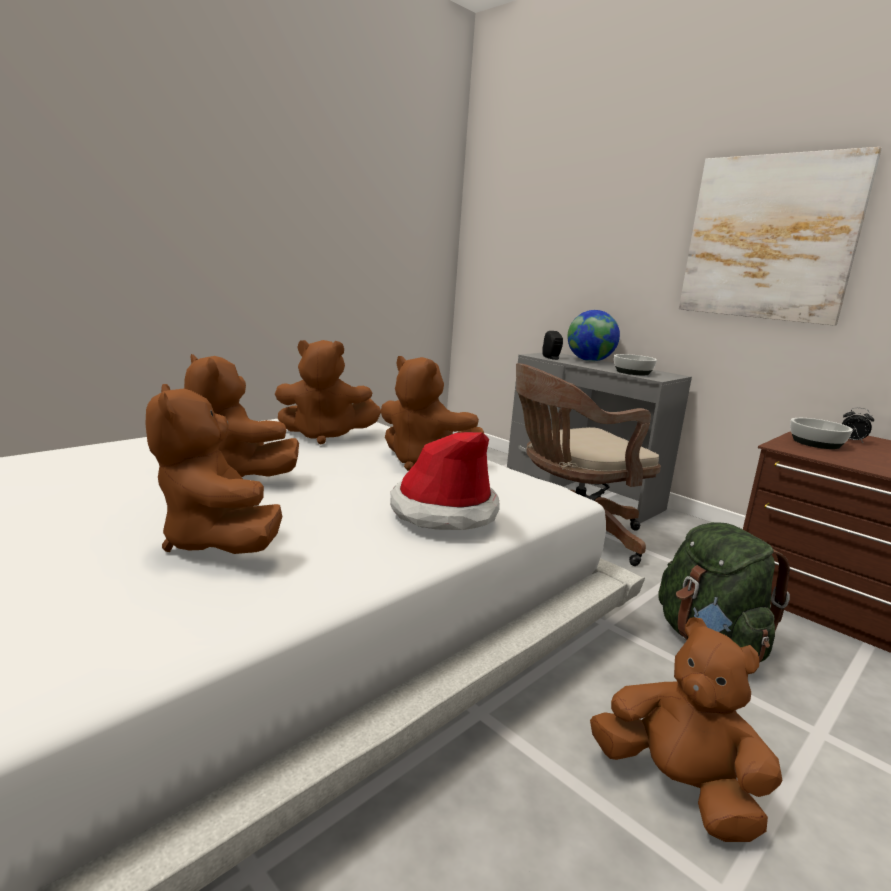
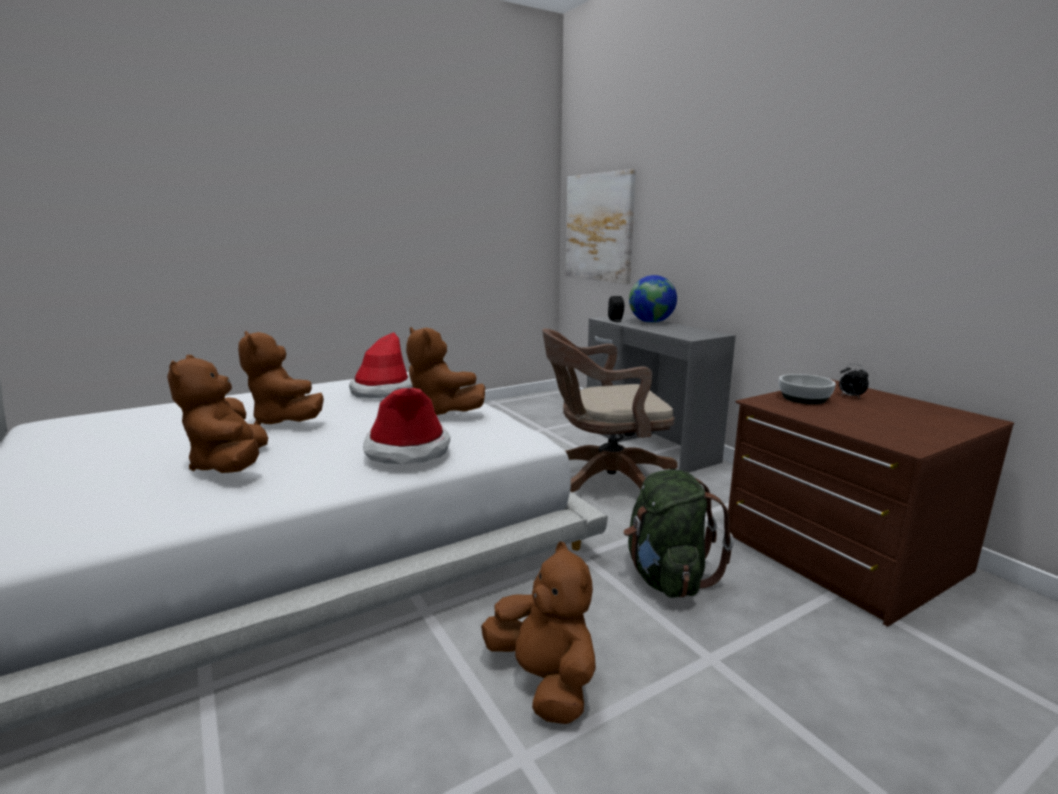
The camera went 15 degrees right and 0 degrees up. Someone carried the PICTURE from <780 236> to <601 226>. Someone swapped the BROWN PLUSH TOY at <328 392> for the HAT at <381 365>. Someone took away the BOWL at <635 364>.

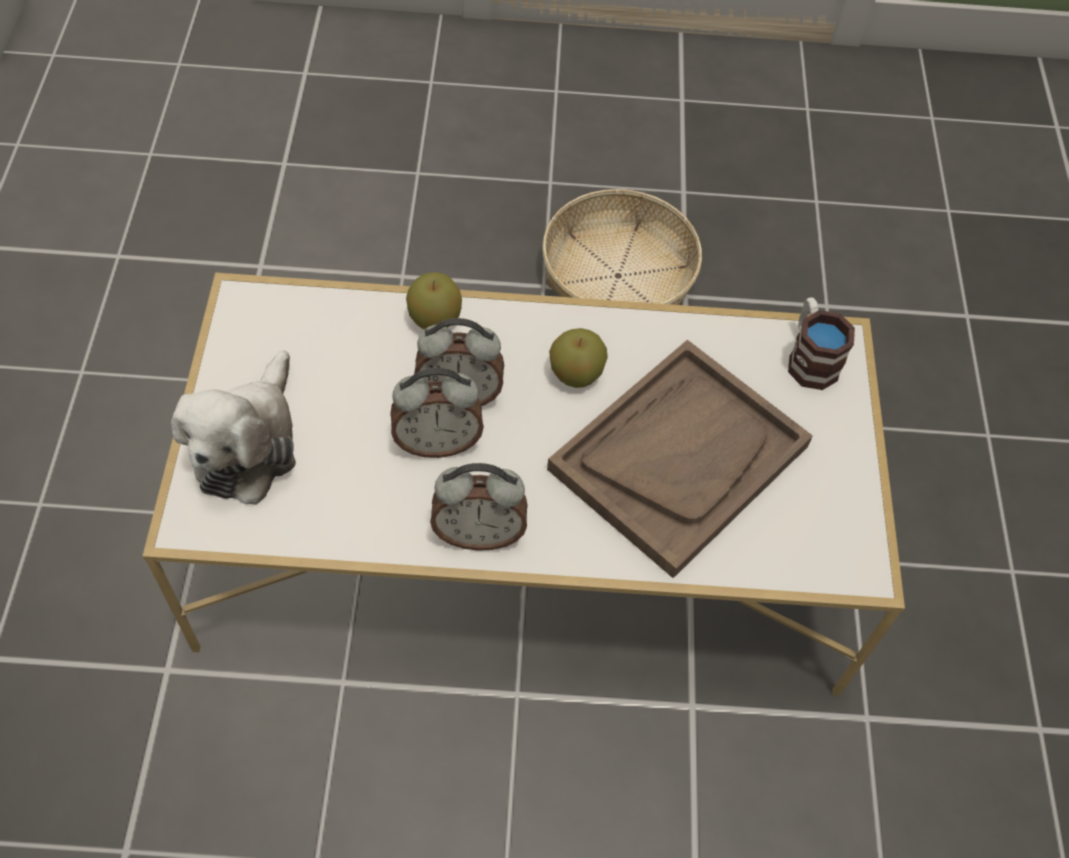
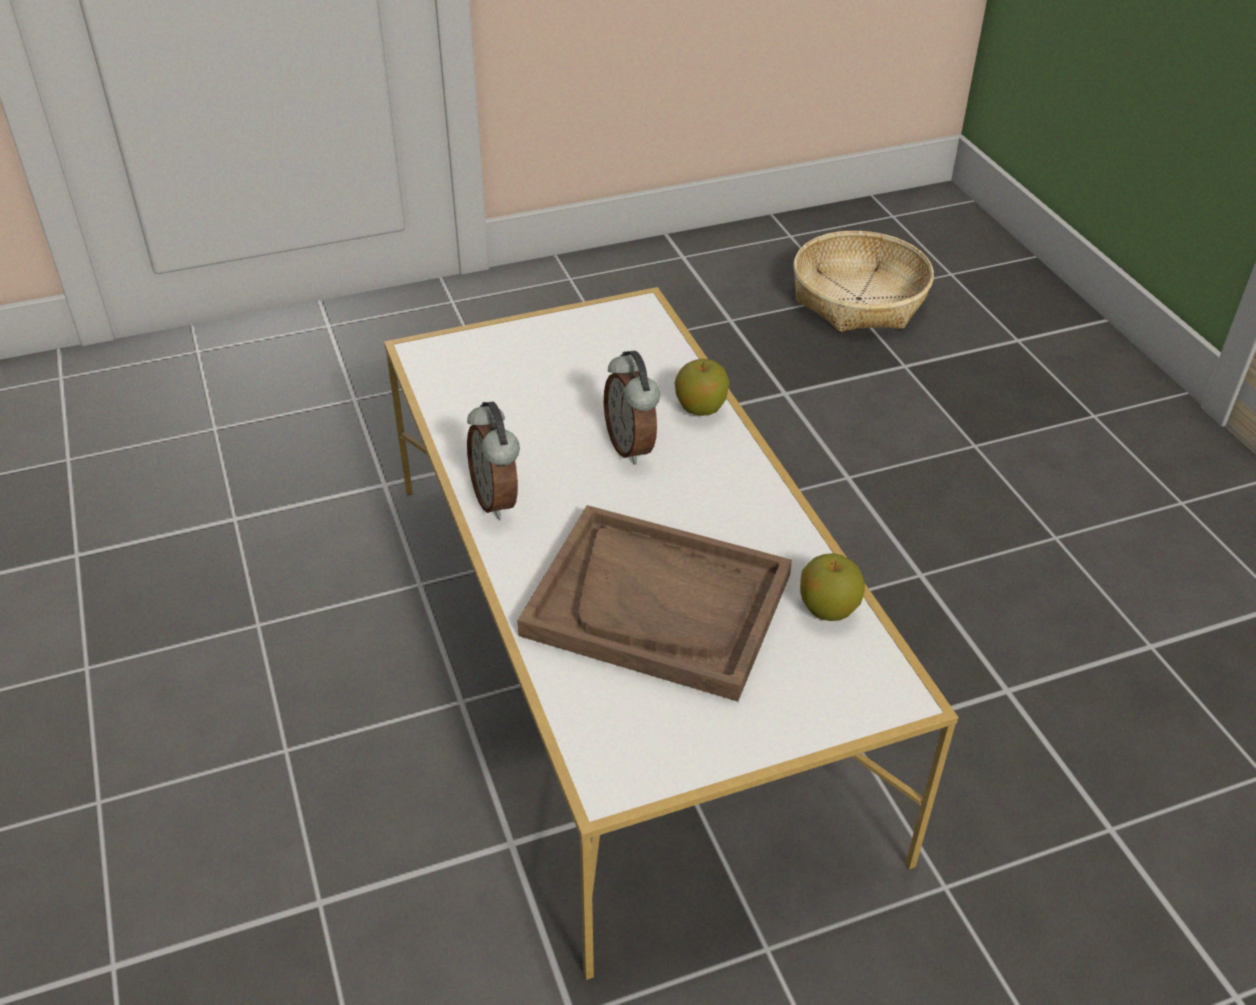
The camera went 70 degrees right and 15 degrees down. Someone carried the BASKET from <622 247> to <863 281>. Someone took away the MUG at <821 343>. Someone carried the APPLE from <578 358> to <832 587>. Someone took away the PLUSH TOY at <233 427>. Someone took away the ALARM CLOCK at <437 413>.

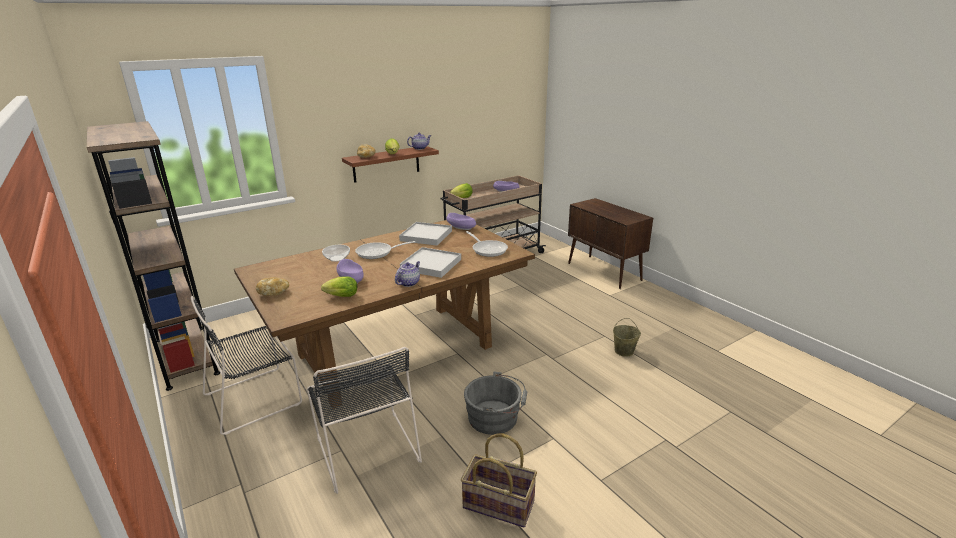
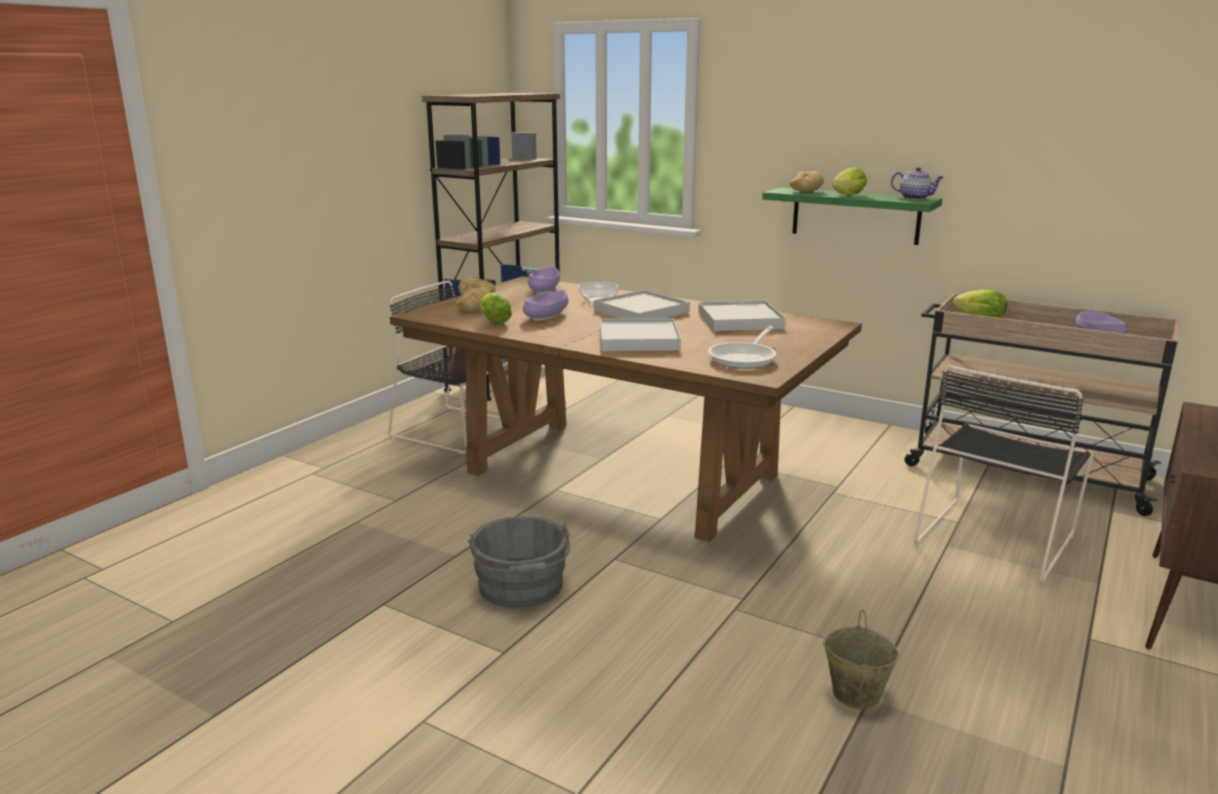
The camera went 65 degrees right and 5 degrees down. Someone repainted the BROWN SHELF at <390 164>, which became the GREEN SHELF at <852 216>. Someone carried the PURPLE BOWL from <461 221> to <544 280>. Someone swapped the FRYING PAN at <385 250> for the WHITE TRAY at <642 304>. Someone took away the TEAPOT at <407 274>. Someone carried the BLACK CHAIR from <364 420> to <1003 474>. Someone took away the BASKET at <499 480>. Someone put down the BREAD at <473 299>.

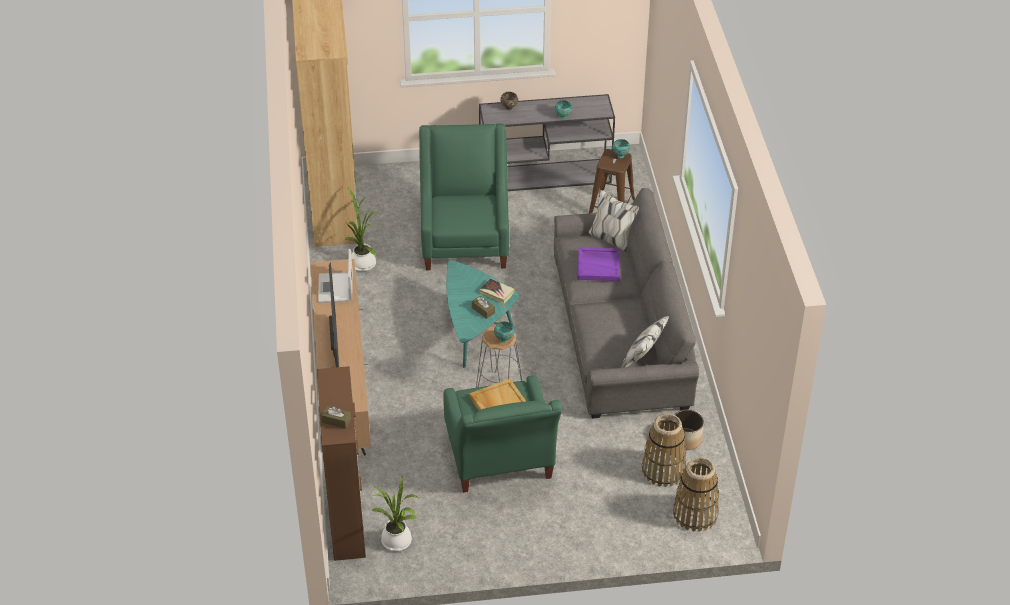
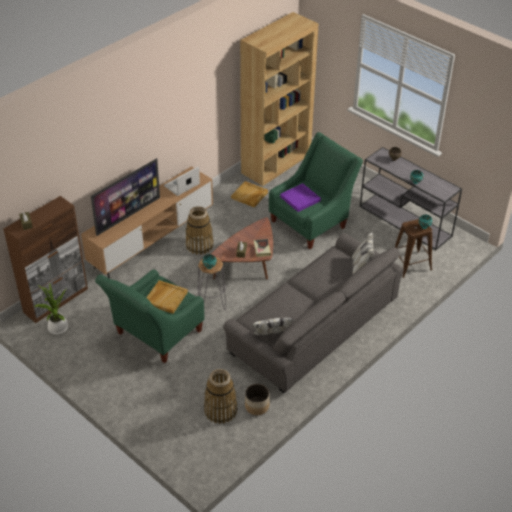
The camera went 50 degrees right and 0 degrees up. Someone swapped the POTTED PLANT at <362 229> for the BEIGE TRAY at <249 194>. Someone carried the PURPLE TRAY from <599 264> to <300 197>. Someone repainted the TURQUOISE COFFEE TABLE at <482 314>, which became the BROWN COFFEE TABLE at <242 248>. Someone carried the BASKET from <696 494> to <200 230>.

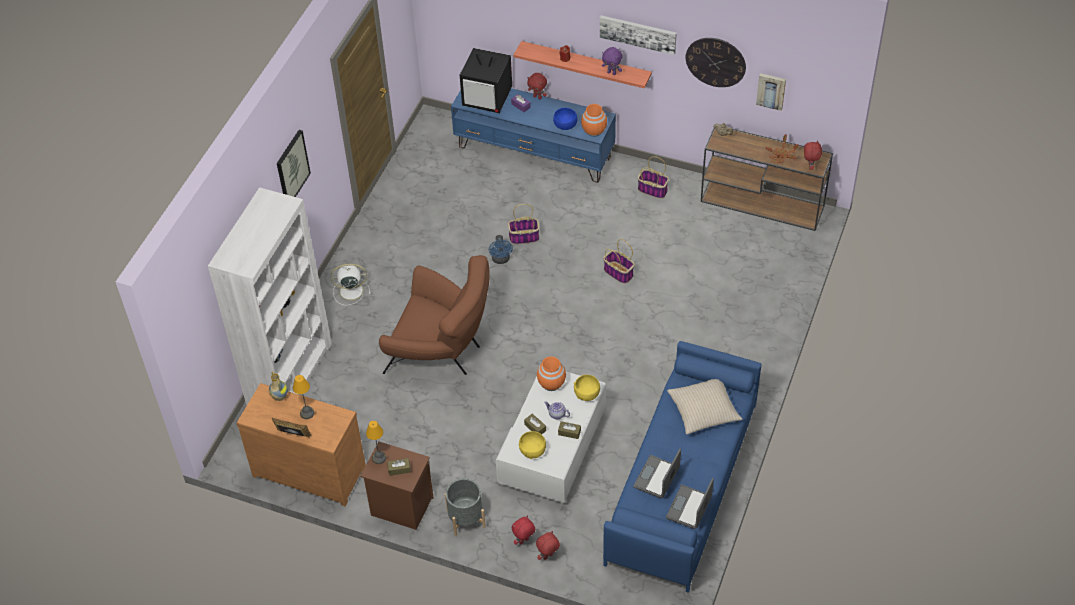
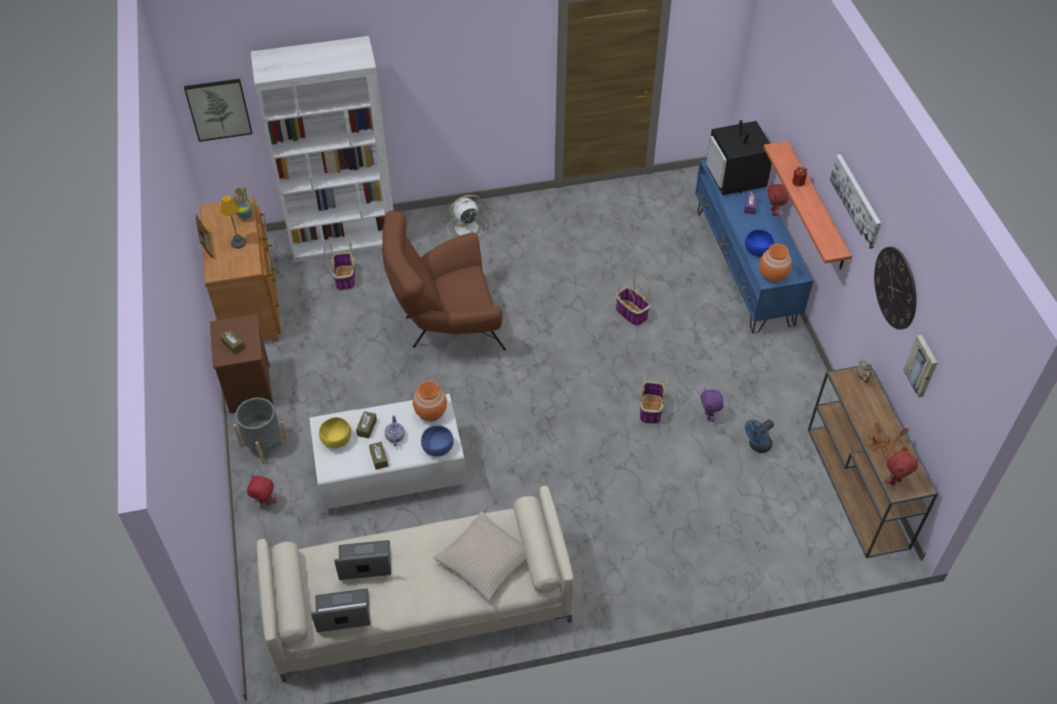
The camera went 55 degrees right and 0 degrees up. Someone carried the PURPLE PLUSH TOY from <612 61> to <712 405>. Someone carried the PICTURE from <294 163> to <218 110>. Someone carried the BASKET from <653 177> to <342 267>. Someone carried the BLUE FAN from <501 249> to <759 436>. Someone rotated the BROWN ARMCHAIR at <434 315> by 90 degrees clockwise. Someone rotated the WHITE FAN at <351 284> by 75 degrees counterclockwise. Someone repainted the BLUE SOFA at <682 467>, which became the BEIGE SOFA at <415 584>. Someone repainted the YELLOW BOWL at <587 388>, which became the BLUE BOWL at <437 441>. Someone took away the TABLE LAMP at <376 442>. Someone took away the RED PLUSH TOY at <548 545>.

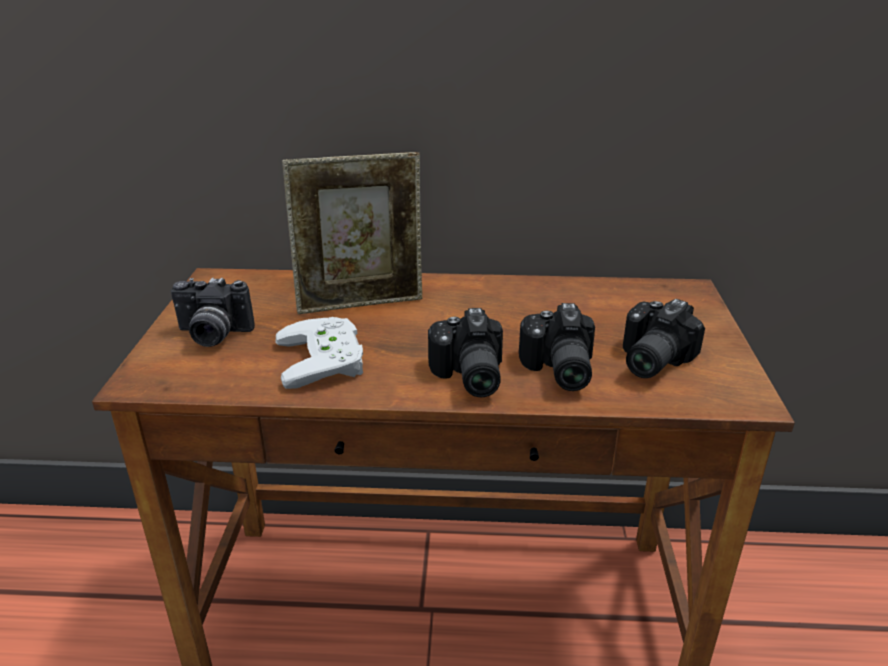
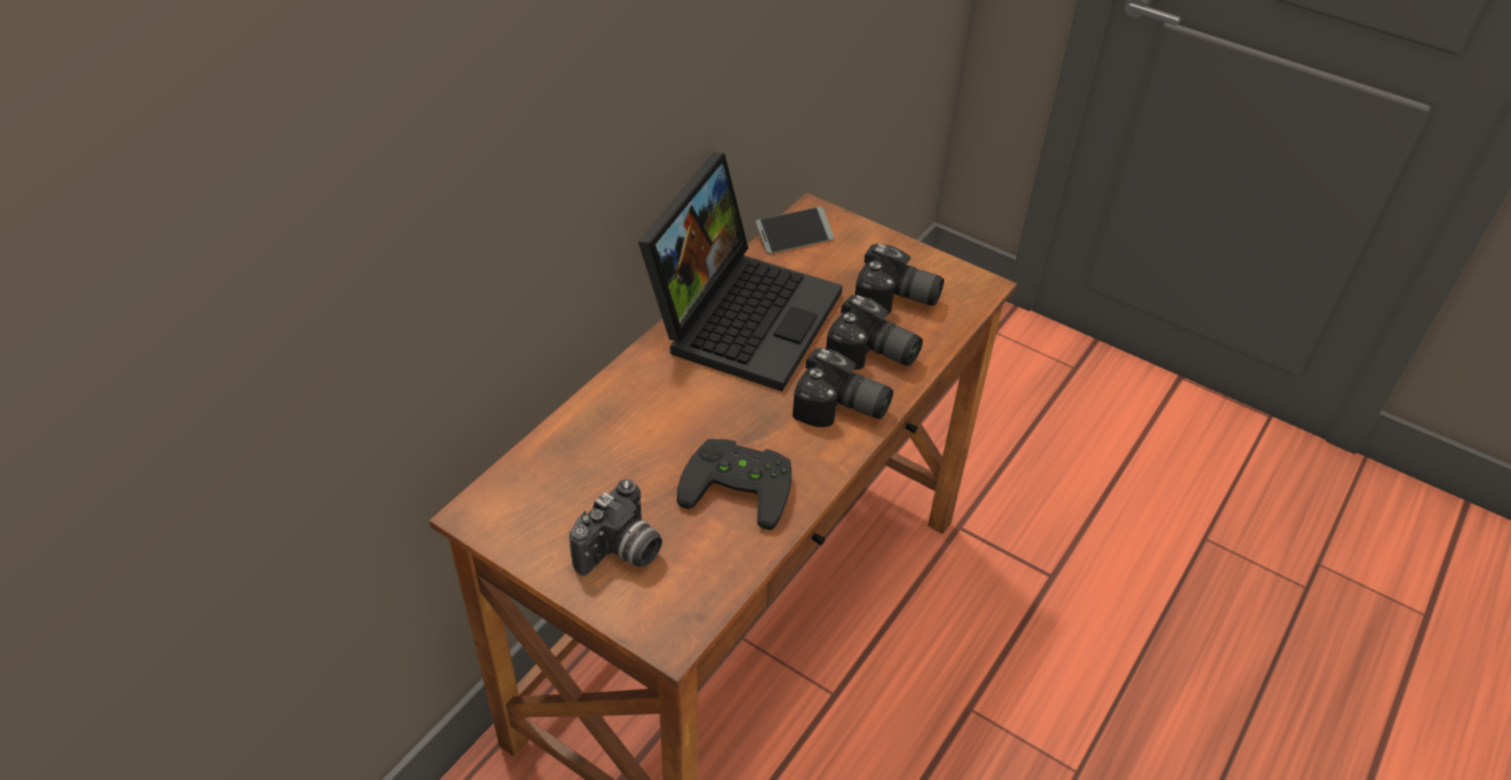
The camera went 60 degrees left and 15 degrees up. Someone took away the PICTURE FRAME at <352 233>. Someone rotated the PHOTO CAMERA at <664 338> by 45 degrees counterclockwise. Someone repainted the WHITE GAME CONTROLLER at <319 353>, which became the BLACK GAME CONTROLLER at <734 484>. Someone put down the LAPTOP at <740 272>. Someone put down the PHONE at <795 230>.

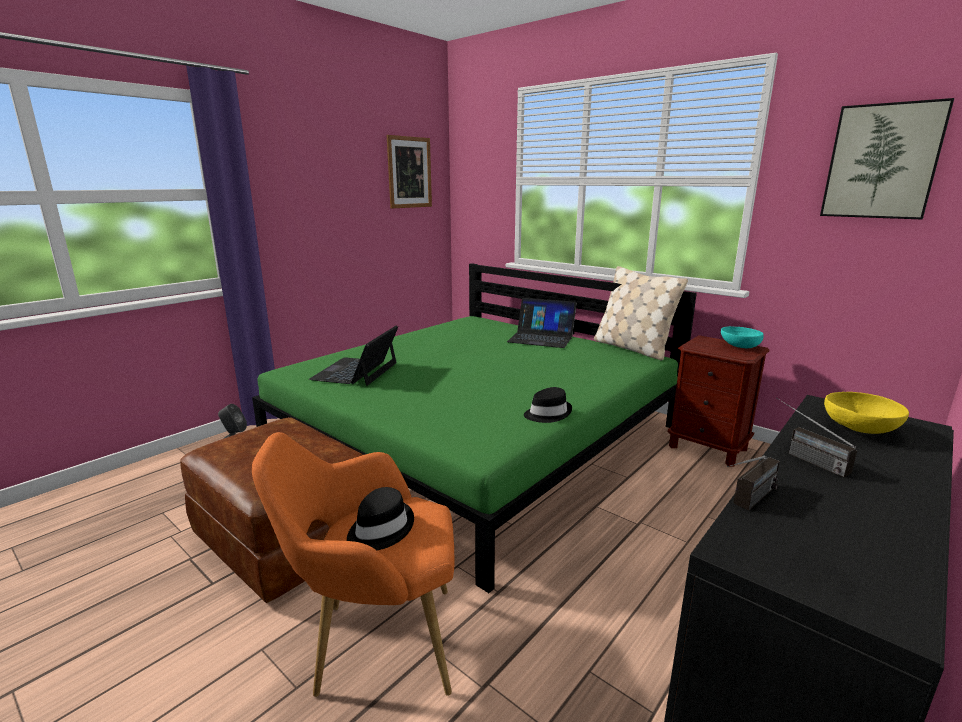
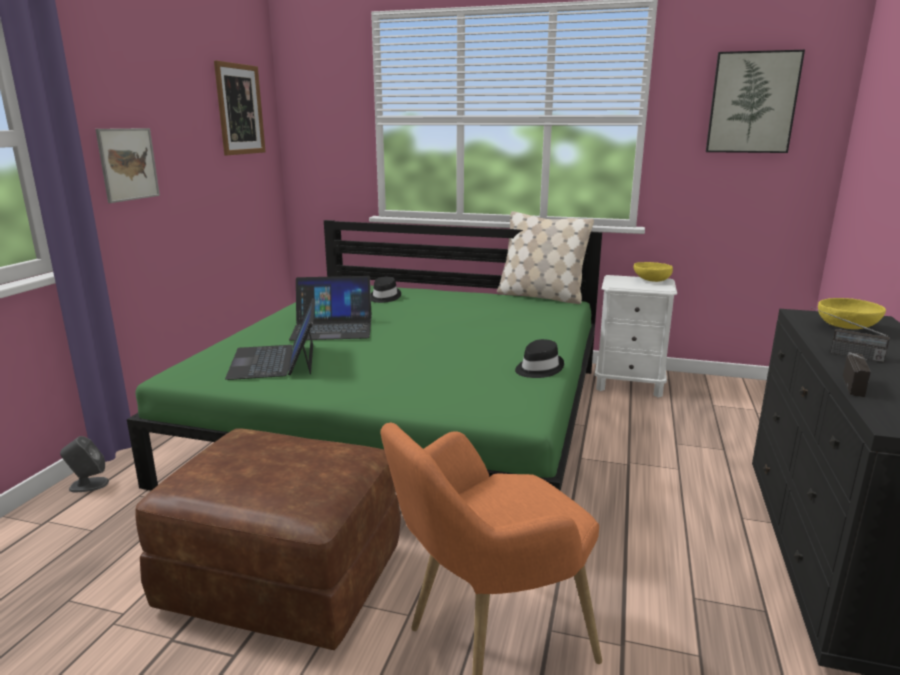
The camera went 25 degrees left and 0 degrees up. Someone carried the LAPTOP from <542 323> to <330 308>. Someone repainted the TURQUOISE BOWL at <742 337>, which became the YELLOW BOWL at <653 272>. Someone repainted the BROWN NIGHTSTAND at <719 401>, which became the WHITE NIGHTSTAND at <636 336>. Someone carried the BLACK HAT from <380 518> to <386 290>. Someone put up the PICTURE at <127 165>.

